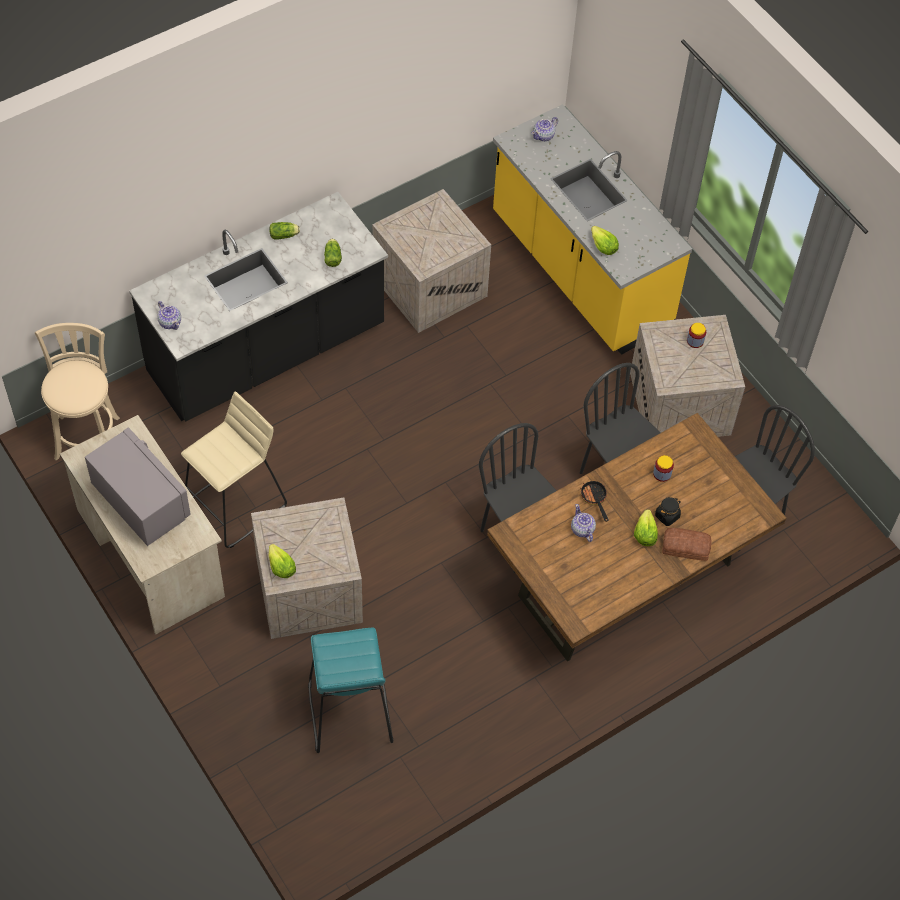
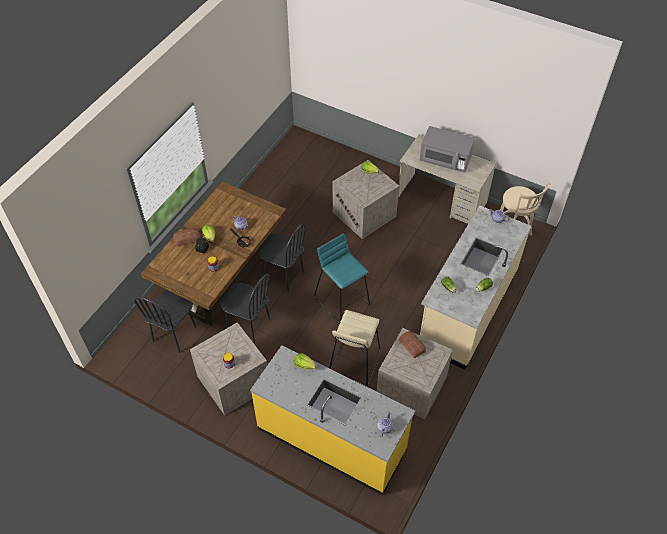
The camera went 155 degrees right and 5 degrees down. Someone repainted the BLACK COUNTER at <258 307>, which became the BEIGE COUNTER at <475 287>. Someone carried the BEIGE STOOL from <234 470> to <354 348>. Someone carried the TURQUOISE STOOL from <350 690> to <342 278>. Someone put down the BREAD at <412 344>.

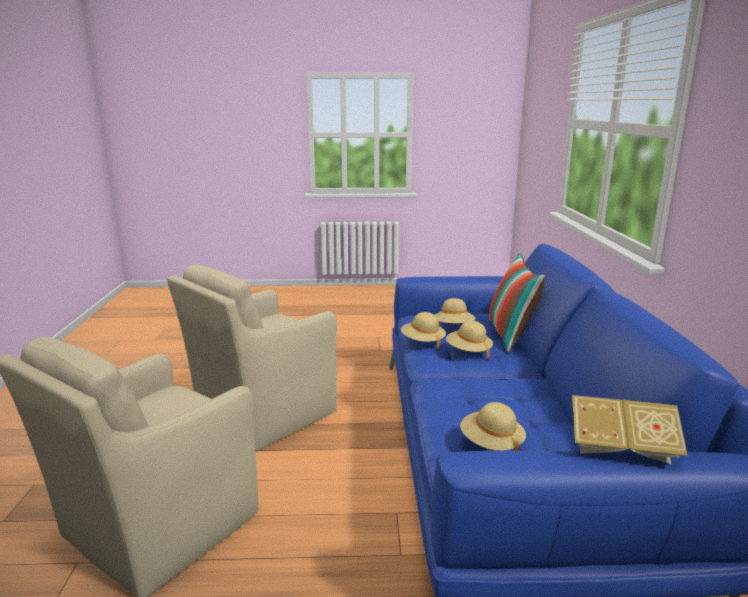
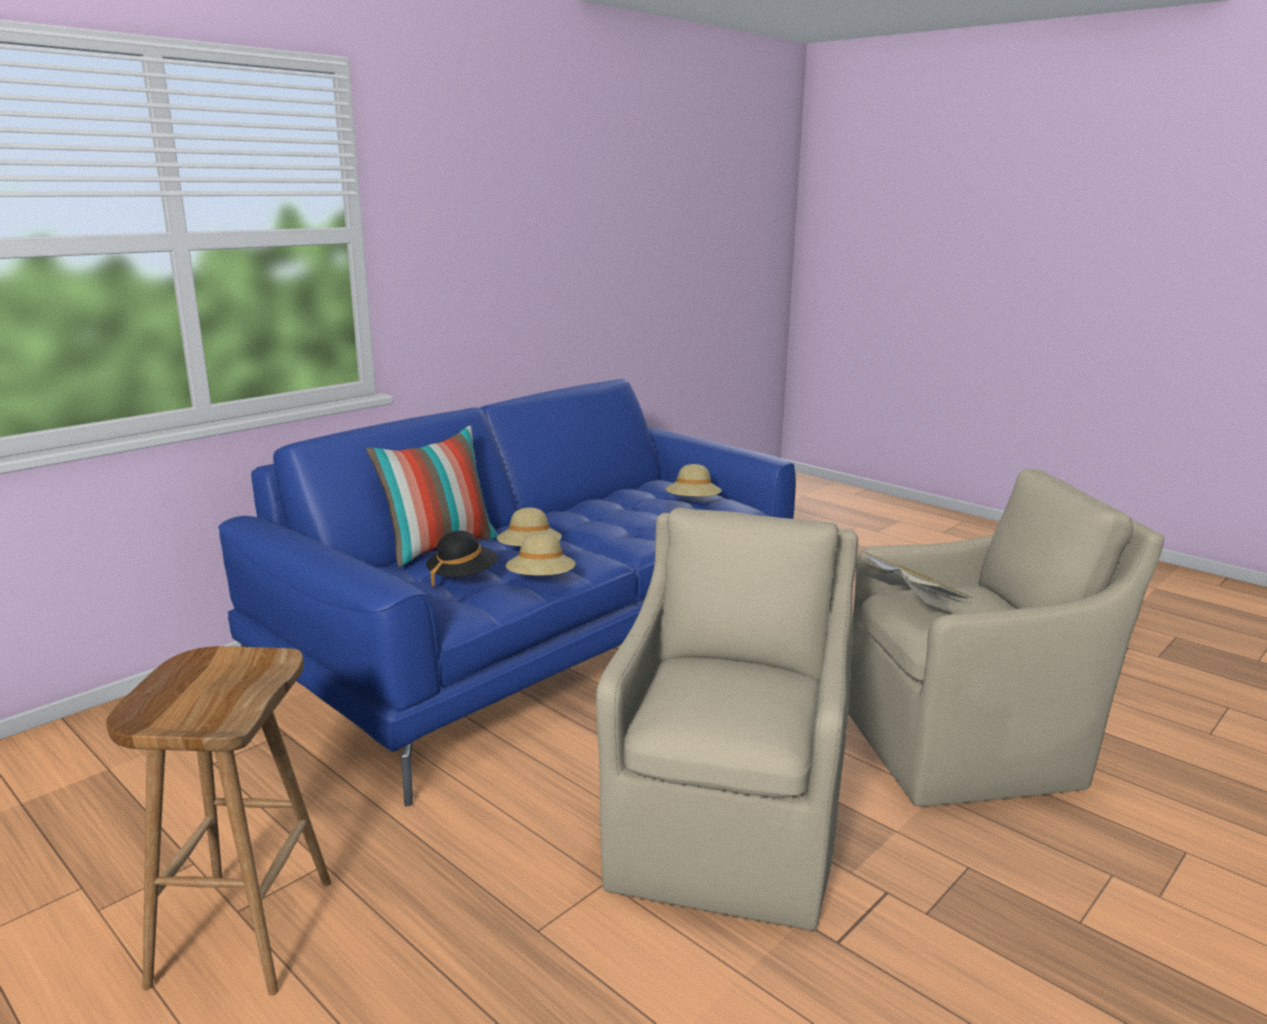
The camera went 135 degrees left and 0 degrees up. Someone rotated the BEIGE ARMCHAIR at <252 358> by 75 degrees counterclockwise. Someone repainted the BEIGE HAT at <455 310>, which became the BLACK HAT at <462 559>. Someone carried the BOOK from <630 429> to <917 582>. Someone put down the BROWN STOOL at <218 821>.

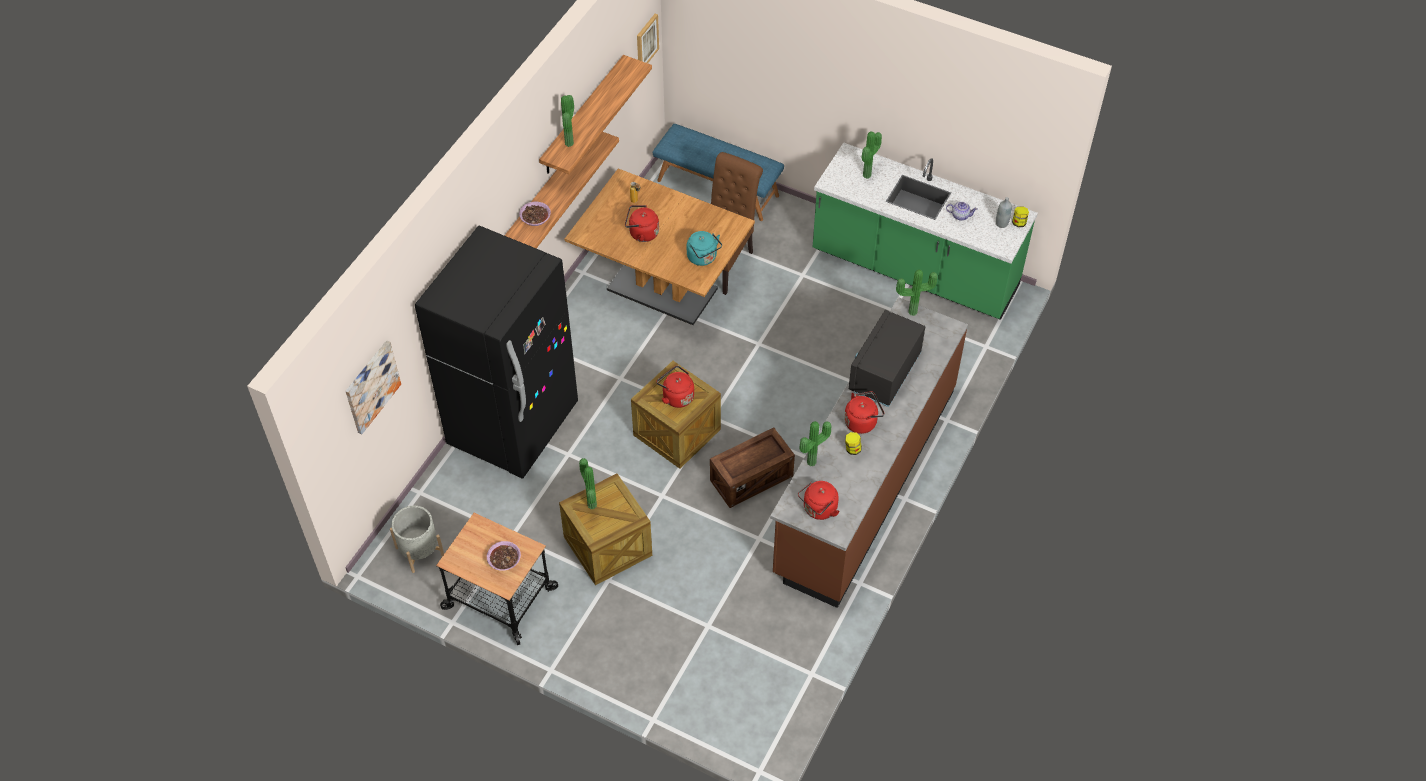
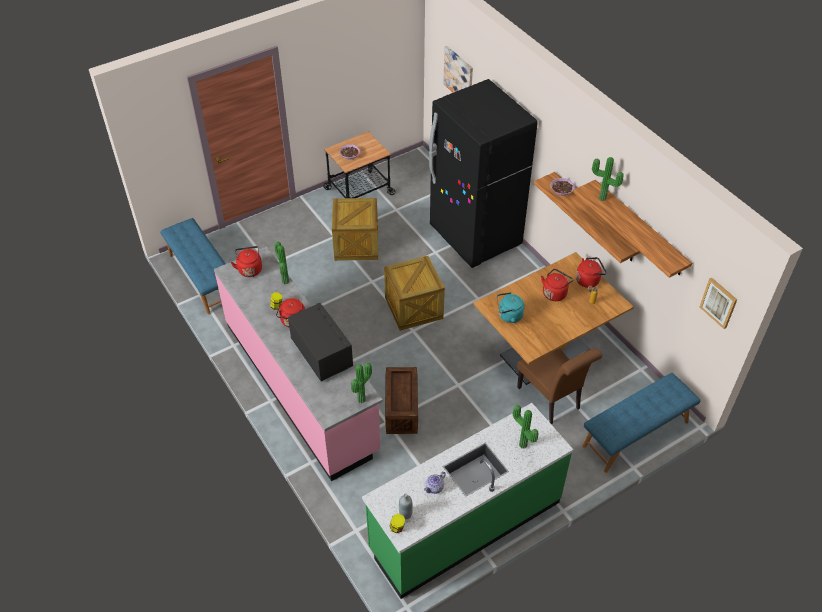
The camera went 120 degrees right and 5 degrees down. Someone repainted the BROWN COUNTER at <869 452>, which became the PINK COUNTER at <298 364>. Someone carried the RED KETTLE from <675 386> to <591 272>. Someone carried the CRATE from <752 467> to <401 400>. Someone took away the POTTED PLANT at <588 483>. Someone took away the GREY PLANTER at <417 539>. Someone put down the BLUE BENCH at <193 266>.

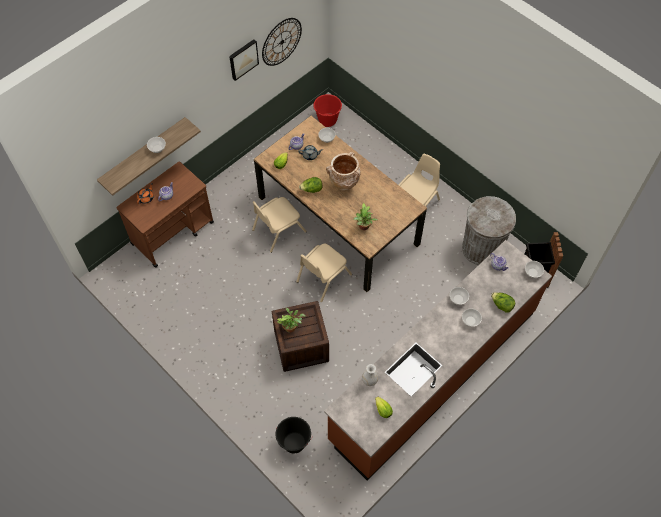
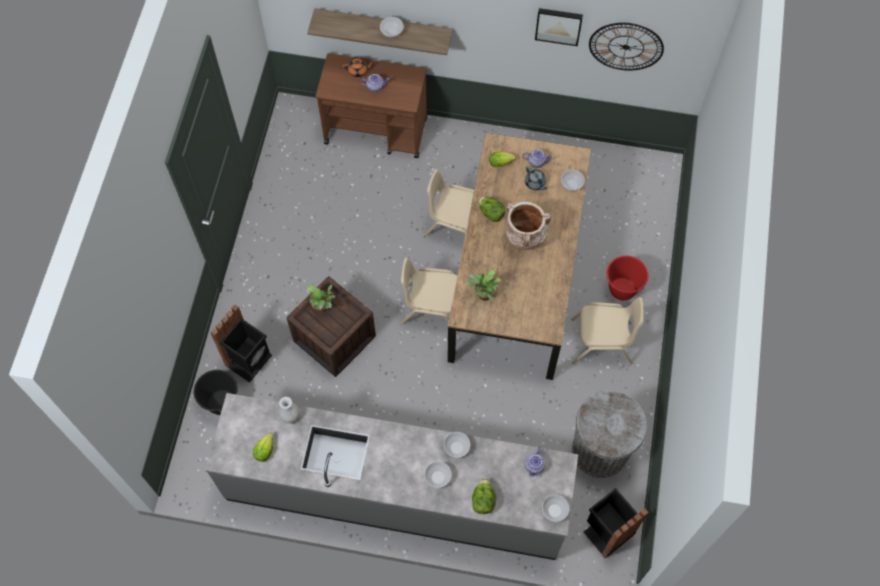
The camera went 55 degrees right and 5 degrees up. Someone carried the RED BUCKET from <327 110> to <628 278>. Someone repainted the BROWN COUNTER at <438 360>, which became the GREY COUNTER at <391 476>. Someone put down the BLACK TRASH CAN at <241 343>.

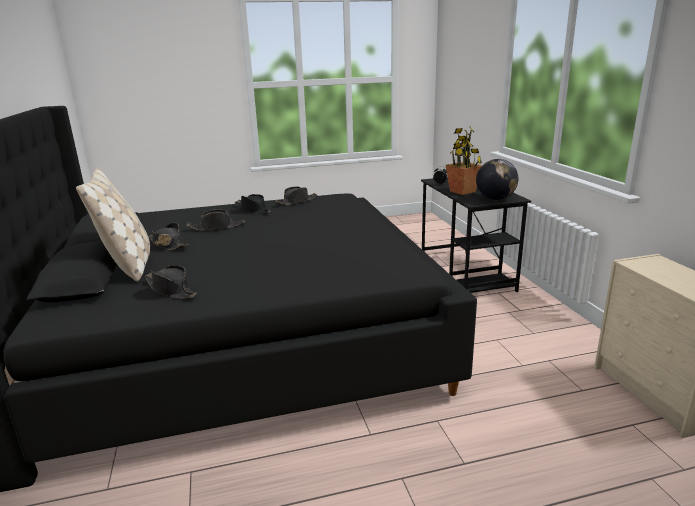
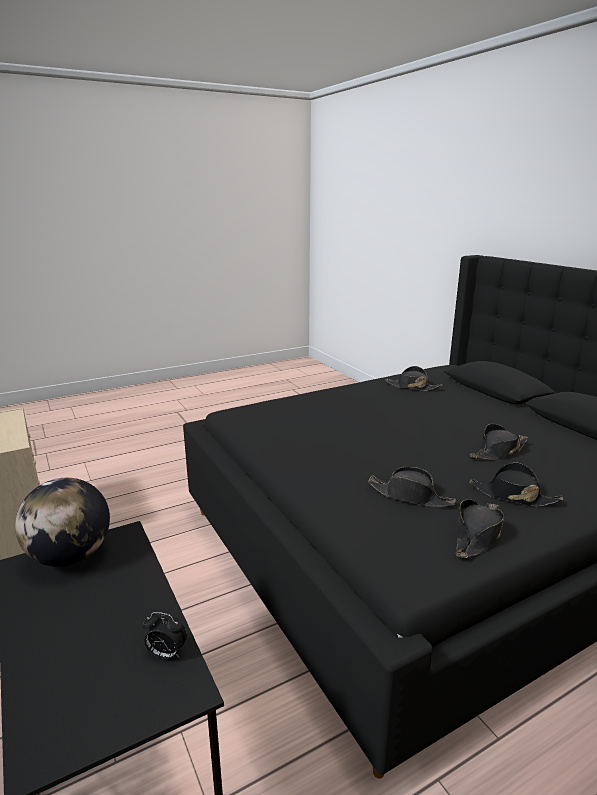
The camera went 165 degrees right and 0 degrees up. Someone took away the POTTED PLANT at <464 160>. Someone took away the BEIGE PILLOW at <113 224>. Someone carried the BLACK HAT from <169 236> to <412 487>.

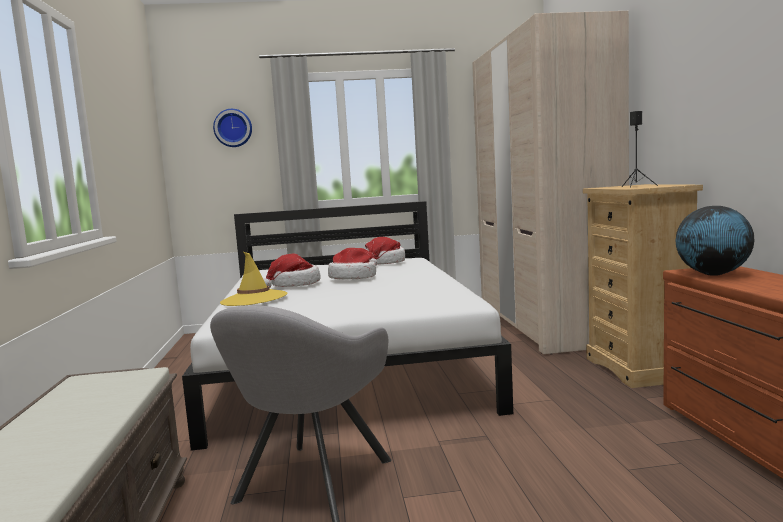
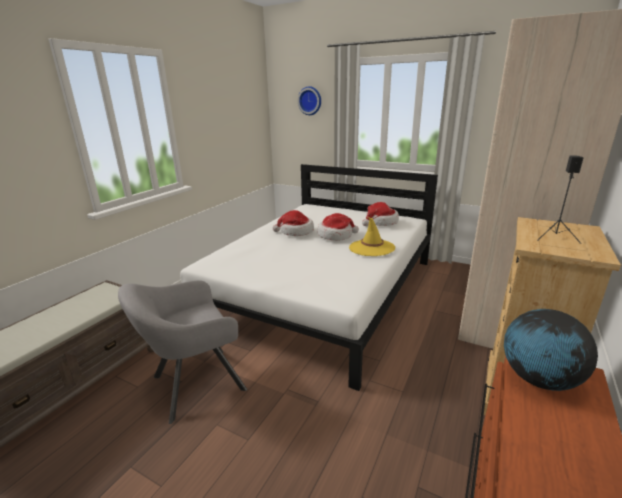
The camera went 35 degrees right and 15 degrees up. Someone carried the YELLOW HAT from <253 279> to <372 236>.

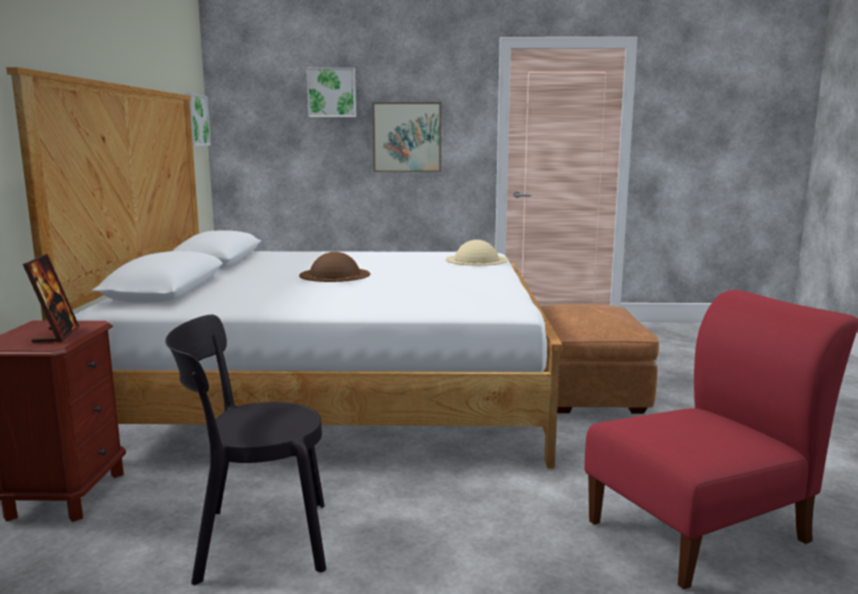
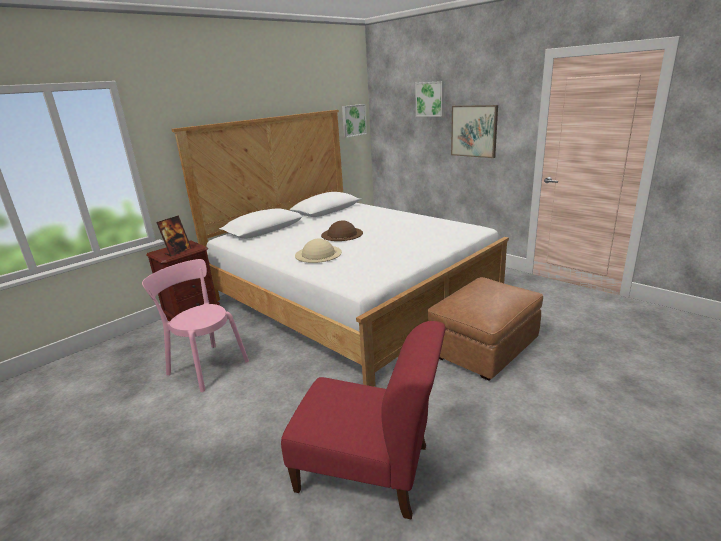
The camera went 45 degrees right and 10 degrees up. Someone carried the BEIGE HAT from <477 253> to <318 251>. Someone repainted the BLACK CHAIR at <245 450>, which became the PINK CHAIR at <195 325>.

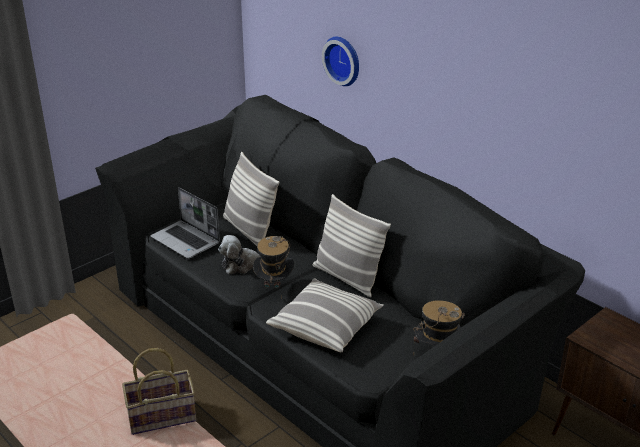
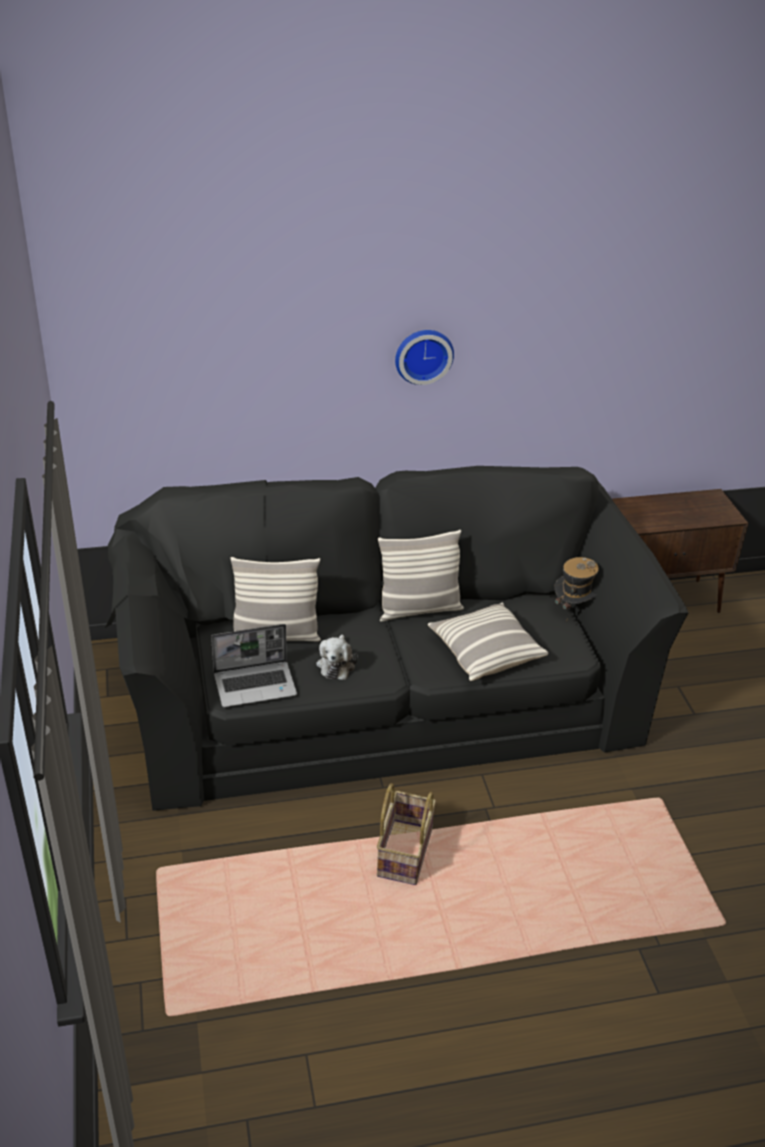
The camera went 60 degrees left and 5 degrees up. Someone carried the WALL CLOCK from <340 61> to <424 357>. Someone took away the HAT at <273 267>.

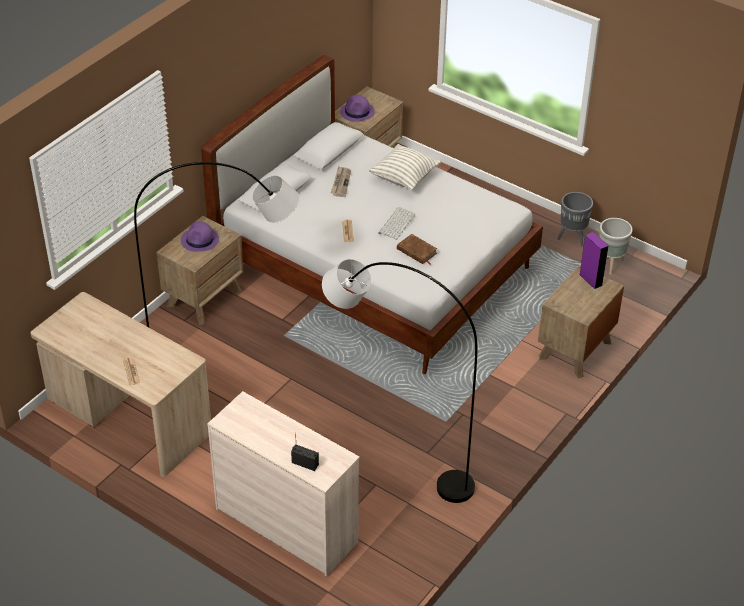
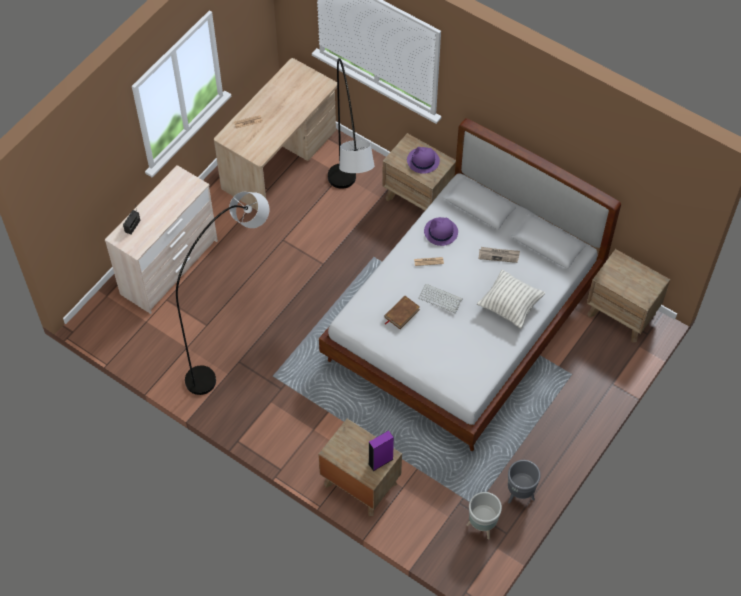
The camera went 90 degrees right and 15 degrees up. Someone carried the PURPLE HAT from <357 108> to <441 231>.

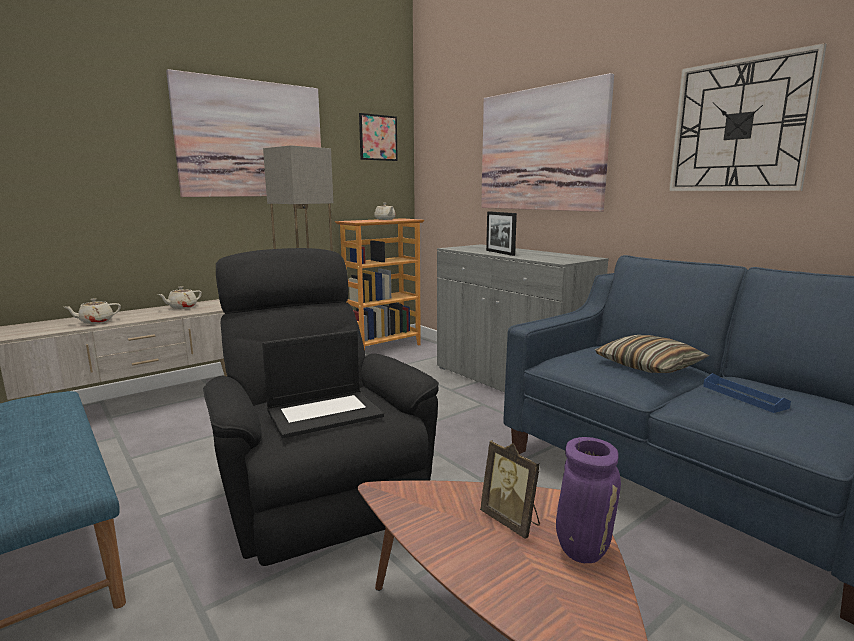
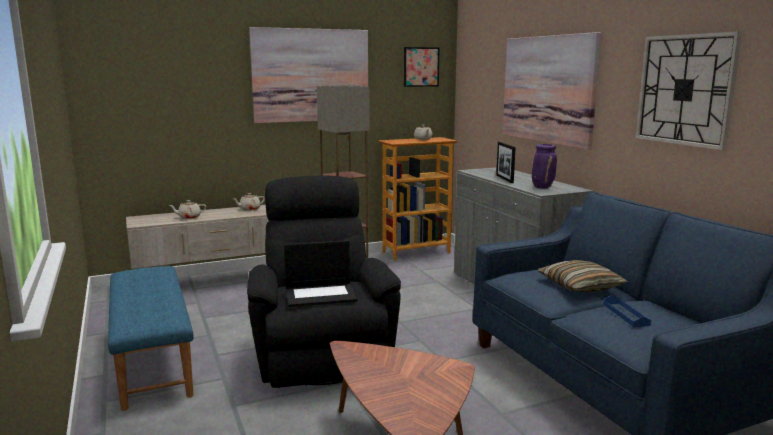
The camera went 15 degrees right and 0 degrees up. Someone carried the PURPLE VASE from <588 500> to <544 166>. Someone took away the PICTURE FRAME at <510 489>.

